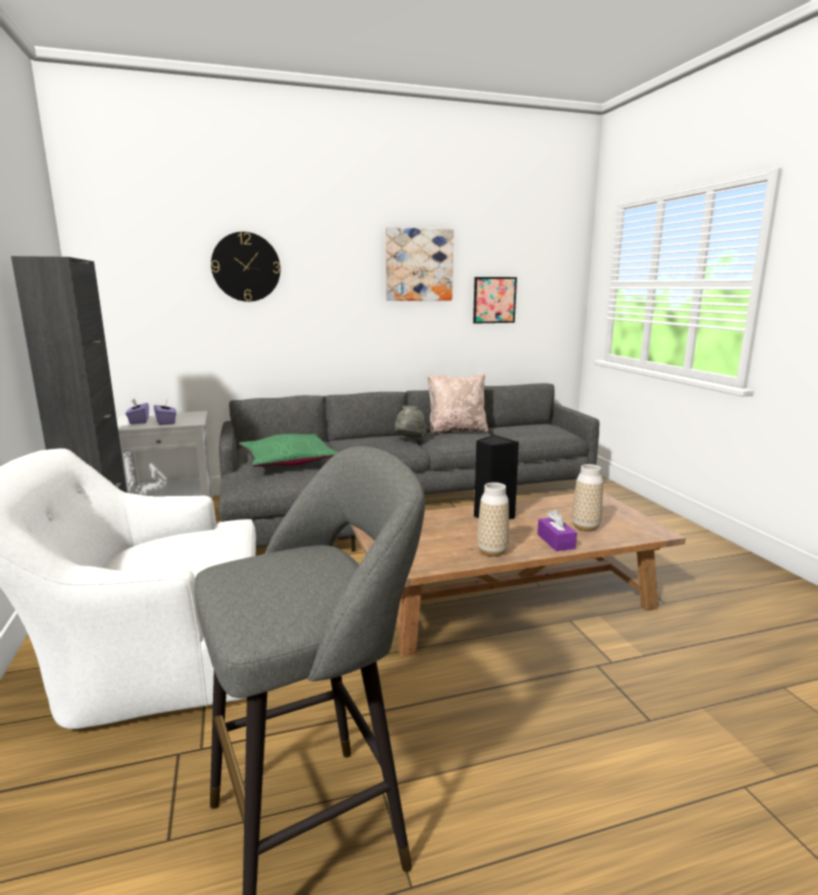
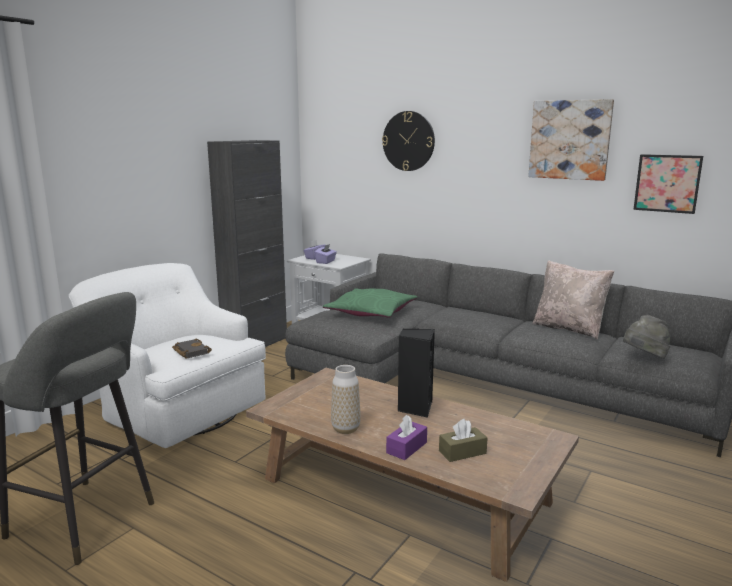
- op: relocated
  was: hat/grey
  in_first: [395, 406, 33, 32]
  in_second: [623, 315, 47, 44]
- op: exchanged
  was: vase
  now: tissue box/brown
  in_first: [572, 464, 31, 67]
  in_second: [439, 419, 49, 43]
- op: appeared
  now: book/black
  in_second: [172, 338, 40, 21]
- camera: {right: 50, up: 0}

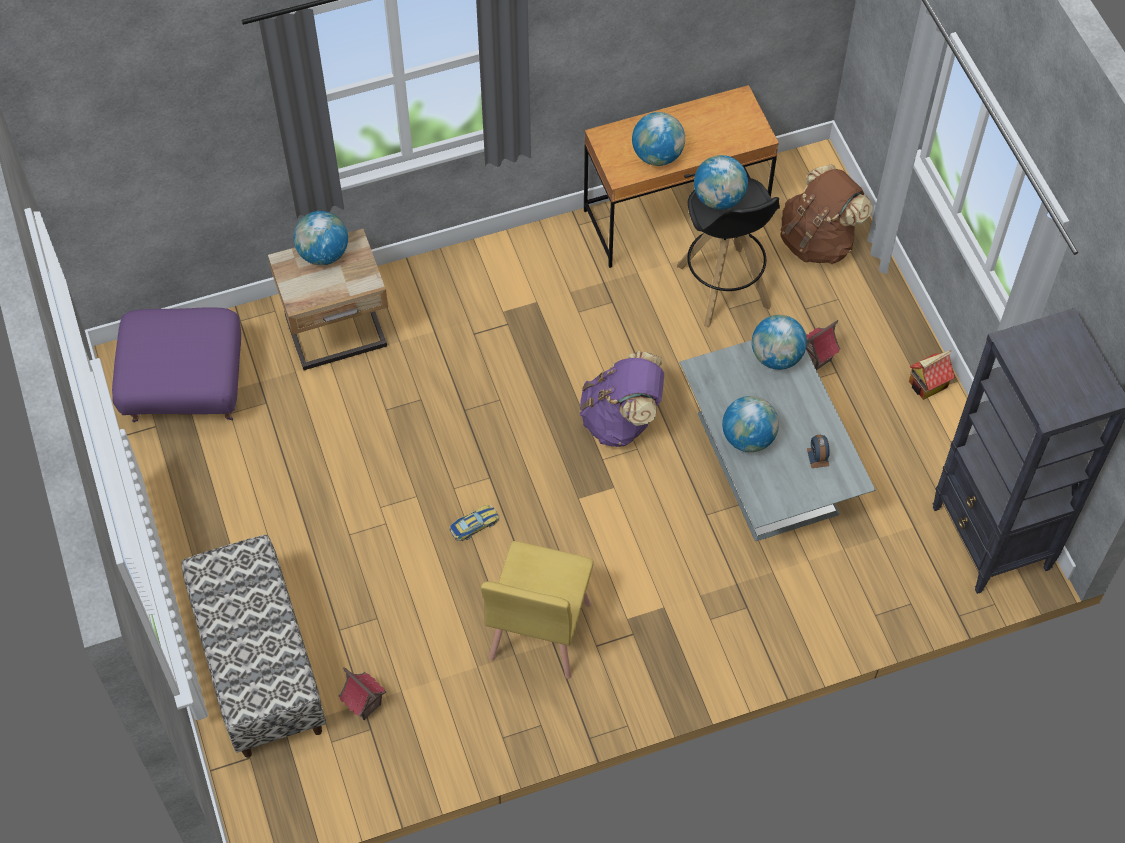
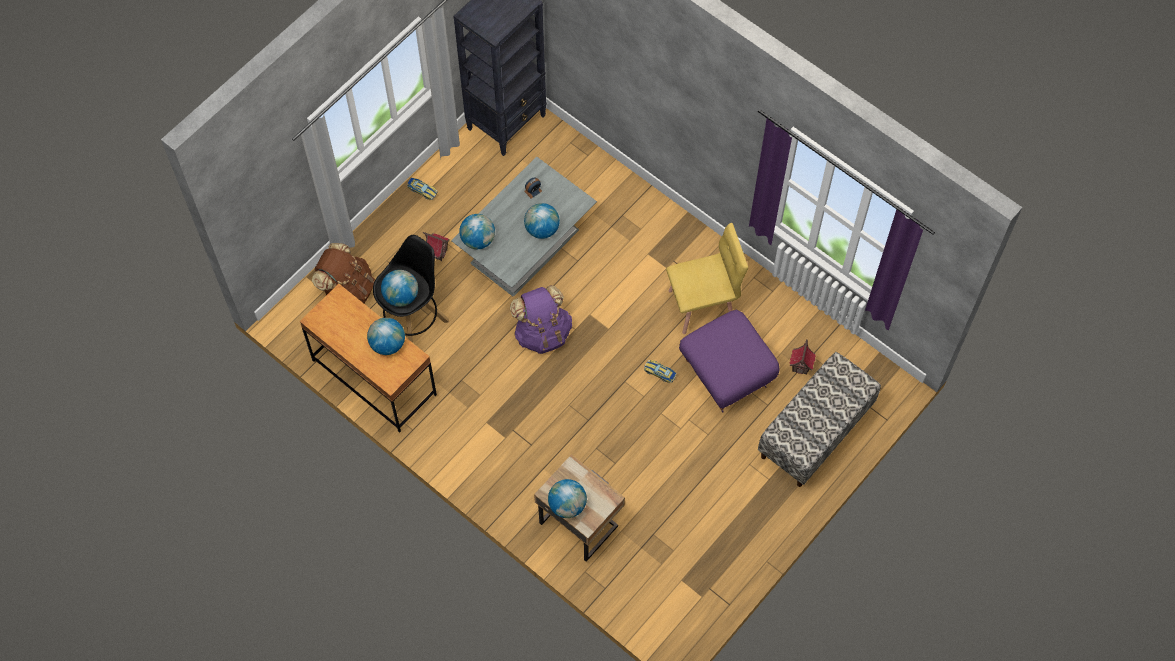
- op: relocated
  was: ottoman/purple
  in_first: [112, 307, 129, 115]
  in_second: [679, 310, 100, 102]
- op: exchanged
  was: toy house
  now: toy car
  in_first: [909, 351, 46, 49]
  in_second: [407, 178, 30, 22]
- camera: {right: -120, up: 5}

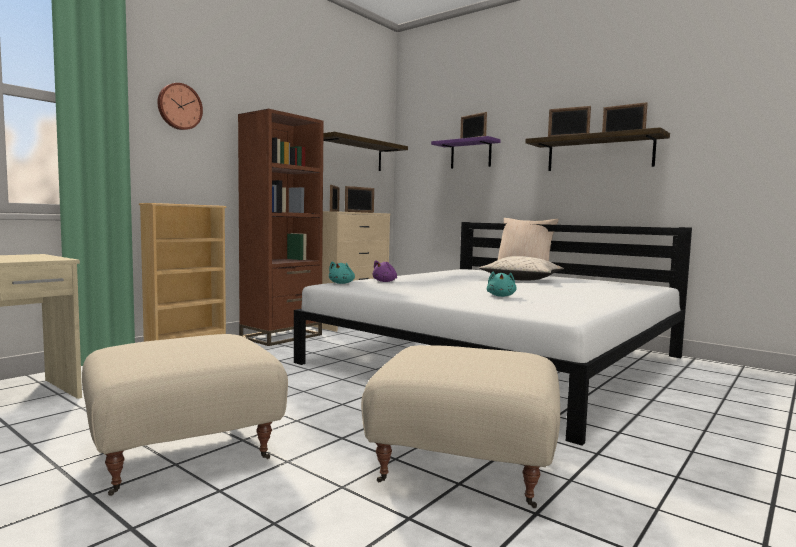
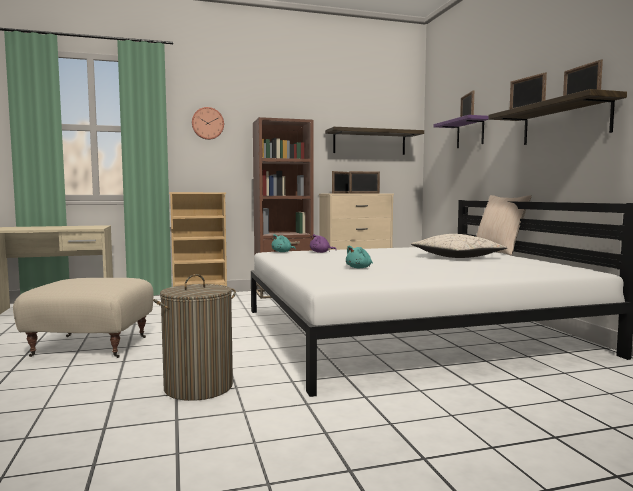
- op: exchanged
  was: ottoman/beige
  now: laundry basket
  in_first: [361, 345, 199, 163]
  in_second: [153, 274, 83, 127]
- camera: {right: 35, up: 0}

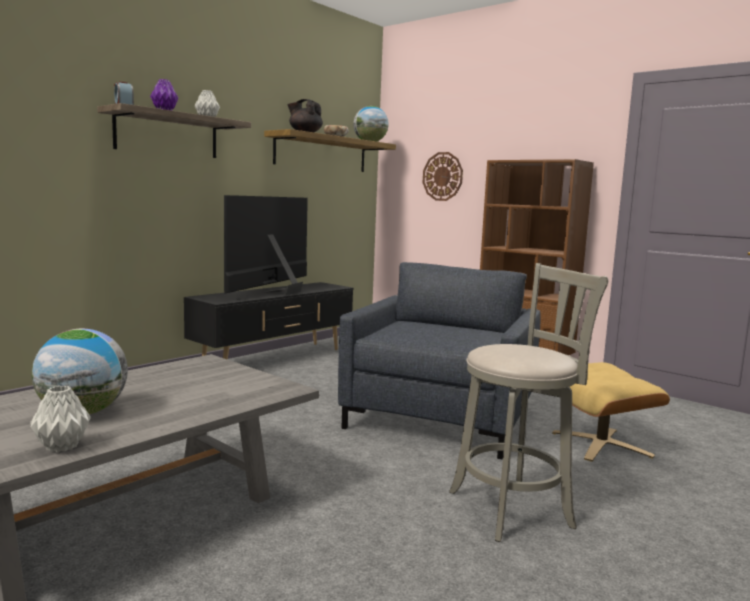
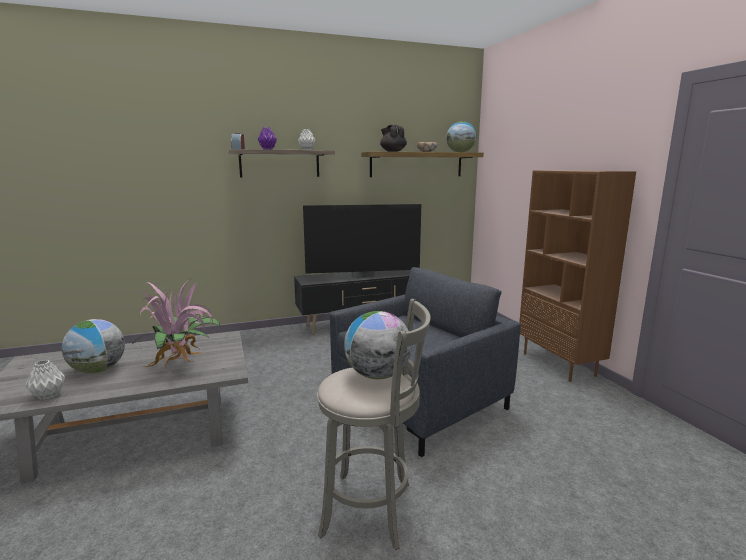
- op: missing
  was: wall clock
  in_first: [423, 152, 40, 49]
- op: spun
  was: television
  in_first: [224, 195, 84, 100]
  in_second: [303, 204, 118, 73]
  clockwise: -150
- op: missing
  was: ottoman/beige
  in_first: [552, 362, 118, 99]
- op: appeared
  now: potted plant
  in_second: [132, 279, 88, 90]
- op: appeared
  now: globe
  in_second: [344, 311, 68, 68]
- camera: {right: 30, up: 5}

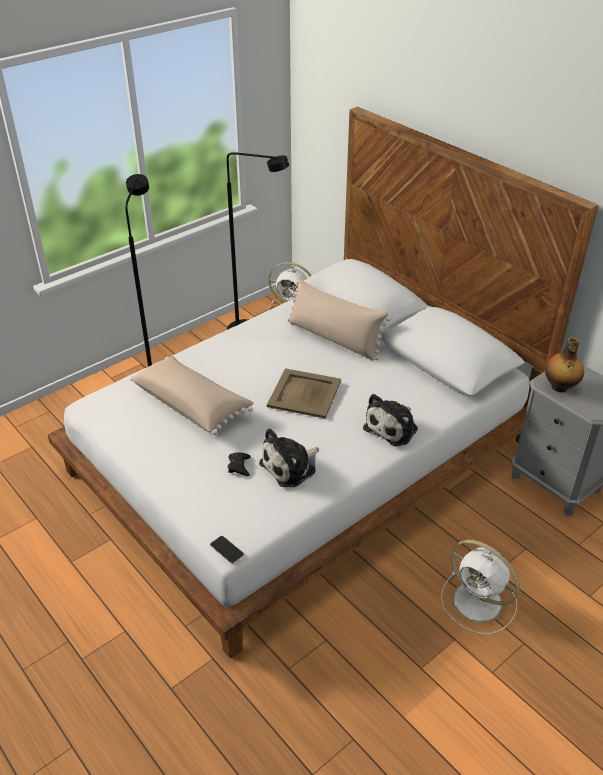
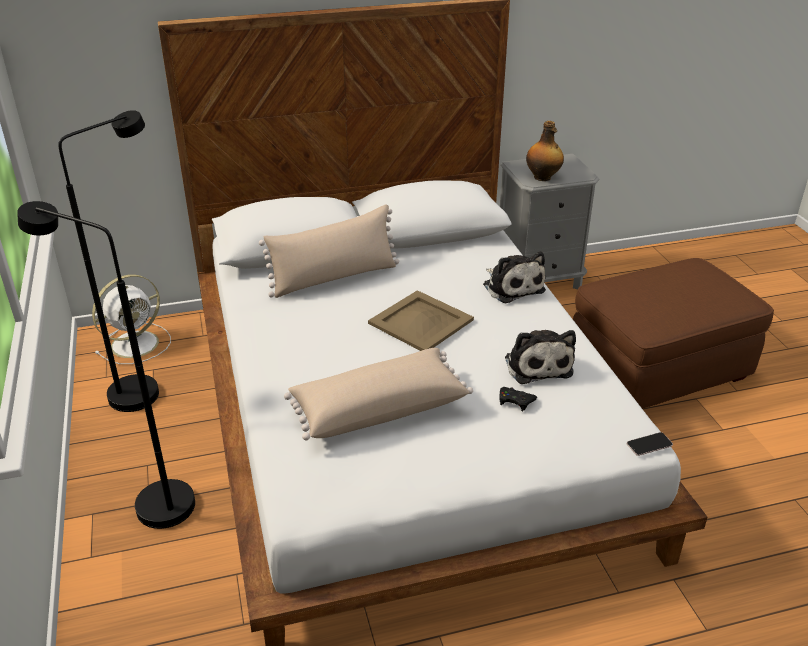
- op: exchanged
  was: fan/white
  now: ottoman/brown
  in_first: [441, 540, 79, 94]
  in_second: [573, 258, 201, 151]
- camera: {right: -65, up: -5}

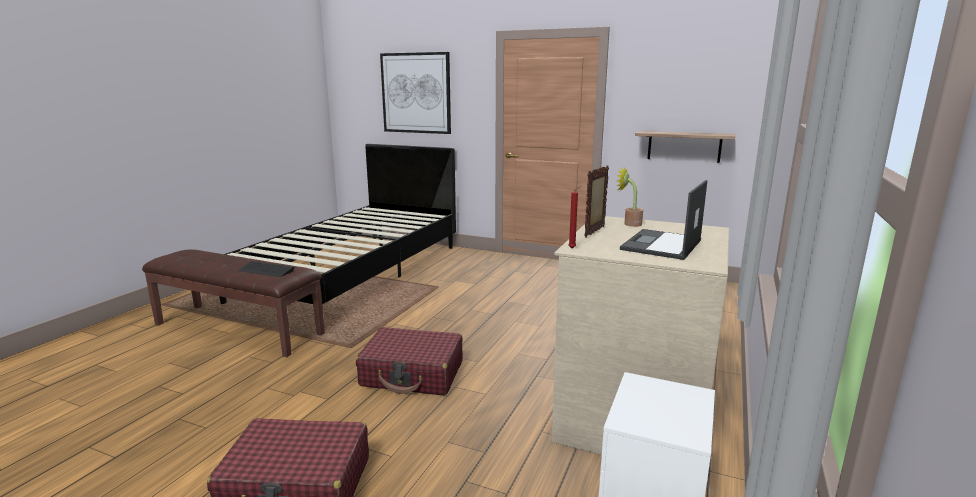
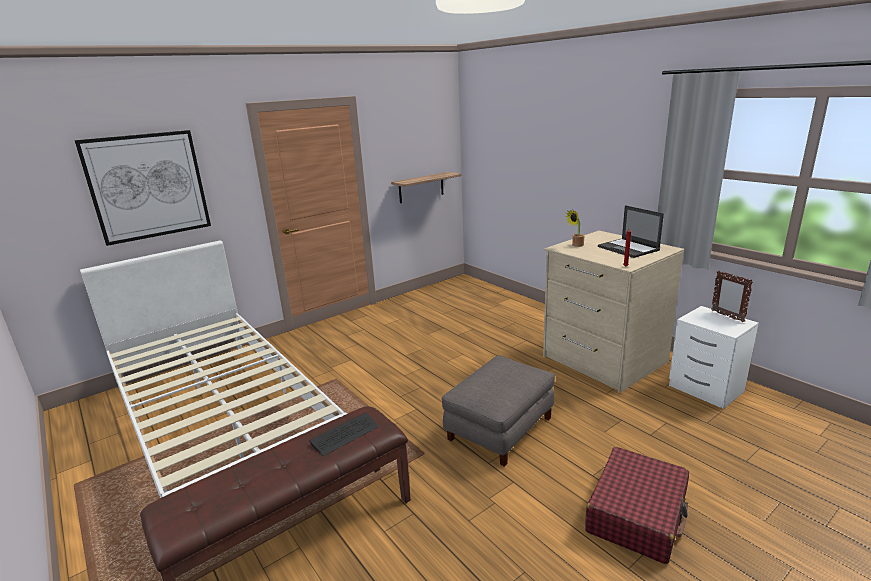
- op: colour
  was: bed/black
  now: bed/white
  in_first: [219, 144, 237, 160]
  in_second: [80, 240, 267, 258]
- op: relocated
  was: picture frame
  in_first: [584, 165, 25, 73]
  in_second: [712, 271, 41, 51]
- op: exchanged
  was: suitcase/red
  now: ottoman/grey
  in_first: [356, 327, 107, 68]
  in_second: [442, 355, 113, 112]
- camera: {right: -60, up: 5}

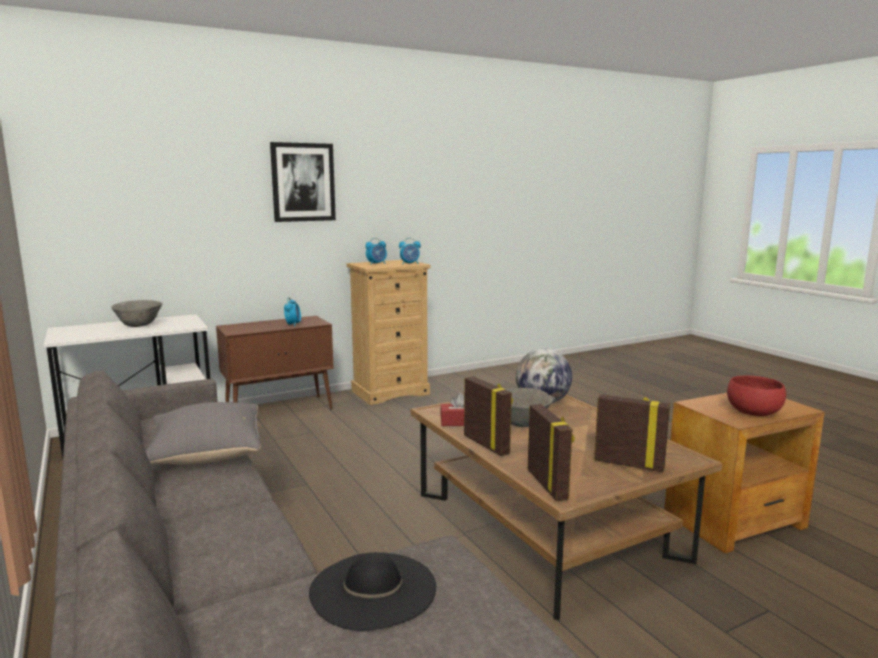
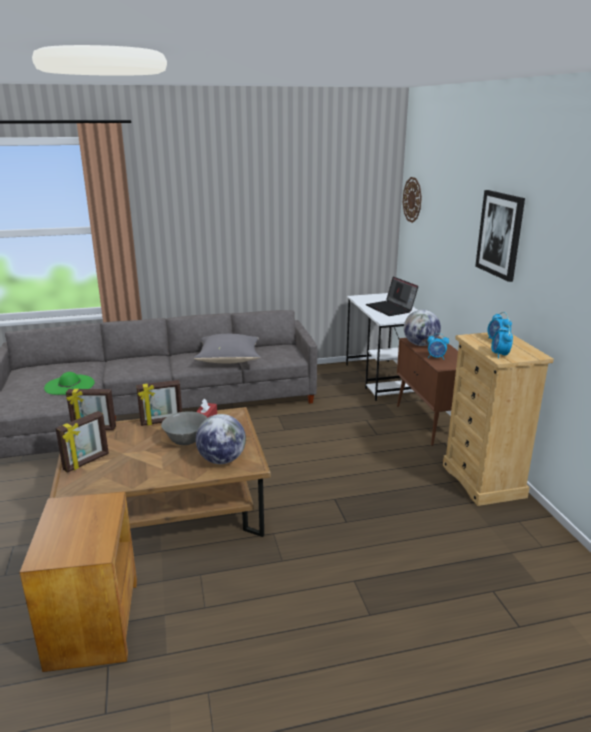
- op: exchanged
  was: bowl/grey
  now: laptop
  in_first: [111, 300, 52, 27]
  in_second: [366, 277, 52, 39]
- op: missing
  was: bowl/red
  in_first: [727, 376, 59, 40]
- op: colour
  was: hat/black
  now: hat/green
  in_first: [309, 552, 127, 79]
  in_second: [44, 372, 51, 23]
- op: appeared
  now: wall clock
  in_second: [403, 177, 19, 46]
- op: appeared
  now: globe
  in_second: [404, 310, 37, 36]
- camera: {right: 105, up: 10}

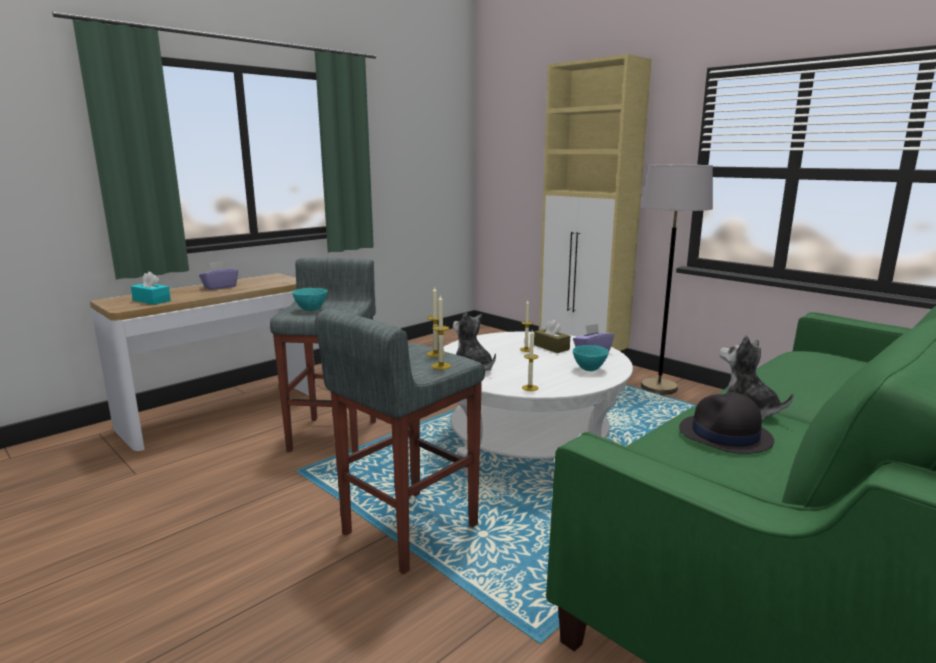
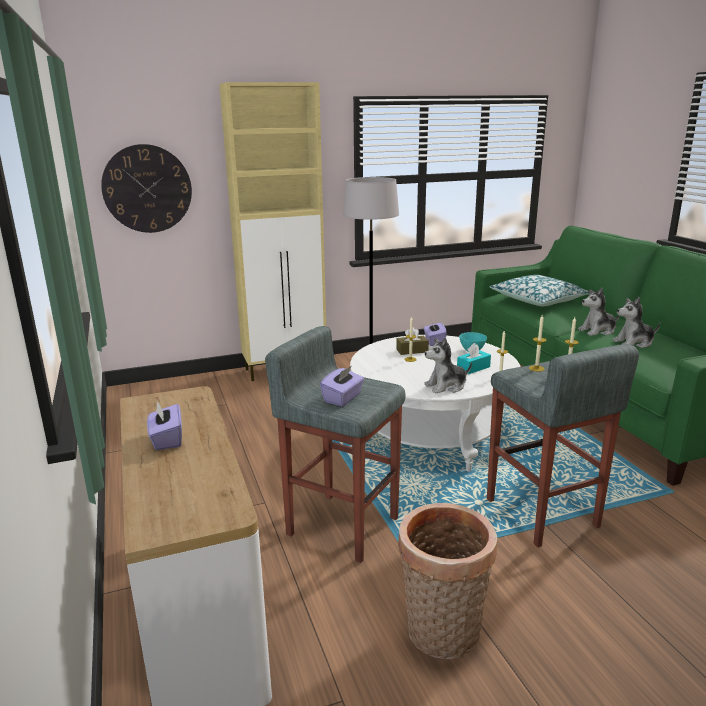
- op: relocated
  was: tissue box/turquoise
  in_first: [131, 272, 40, 33]
  in_second: [457, 343, 34, 31]
- op: exchanged
  was: bowl/turquoise
  now: tissue box/purple
  in_first: [292, 288, 36, 23]
  in_second: [320, 366, 44, 40]
- op: exchanged
  was: hat/black
  now: plush toy
  in_first: [679, 392, 95, 62]
  in_second: [613, 297, 47, 51]
- op: appeared
  now: wall clock
  in_second: [101, 144, 91, 89]
- op: appeared
  now: pillow
  in_second: [489, 275, 100, 31]
- op: appeared
  now: basket
  in_second: [398, 503, 99, 156]
- camera: {right: -65, up: 5}

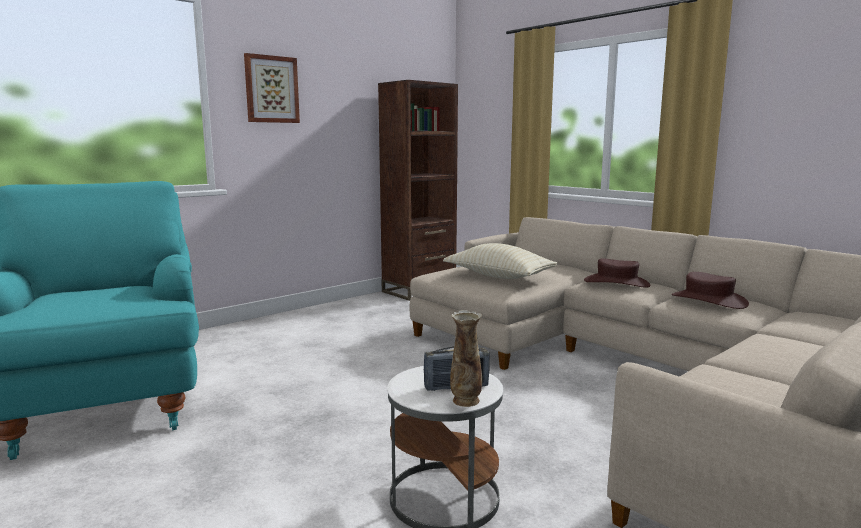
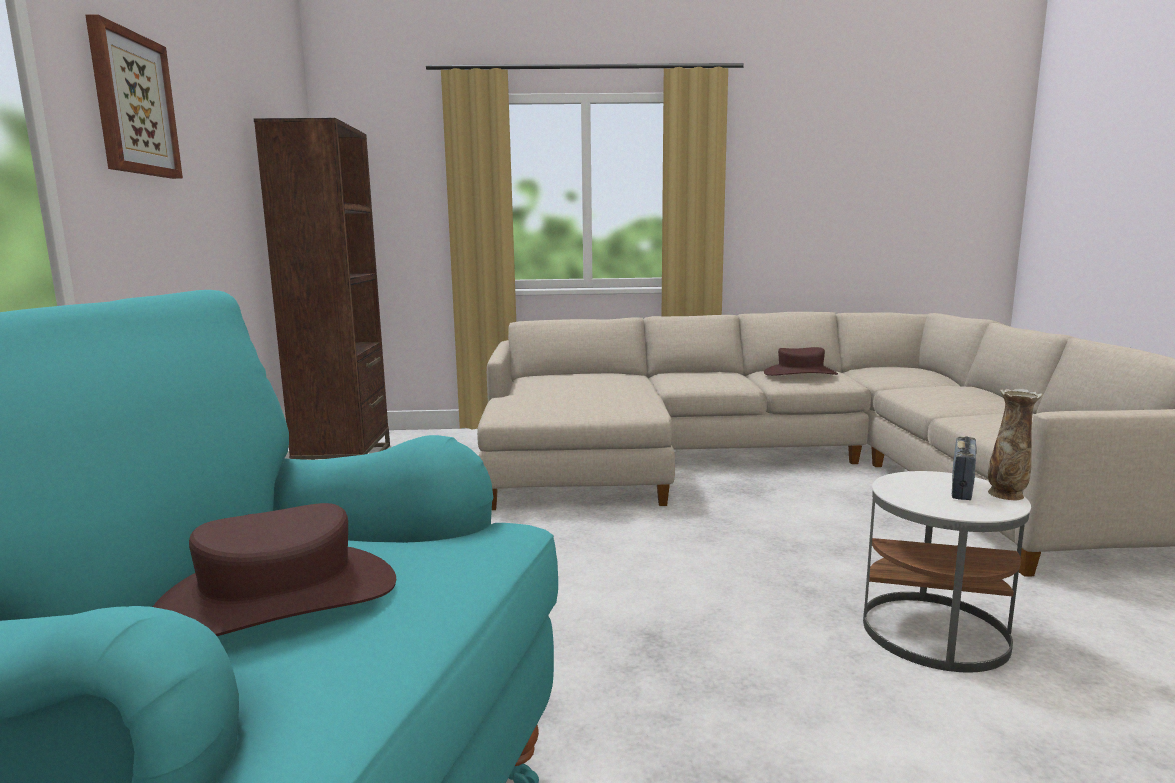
- op: missing
  was: pillow/beige
  in_first: [443, 243, 115, 36]
- op: relocated
  was: hat/brown
  in_first: [584, 258, 66, 30]
  in_second: [153, 503, 243, 133]
- camera: {right: -50, up: 0}

